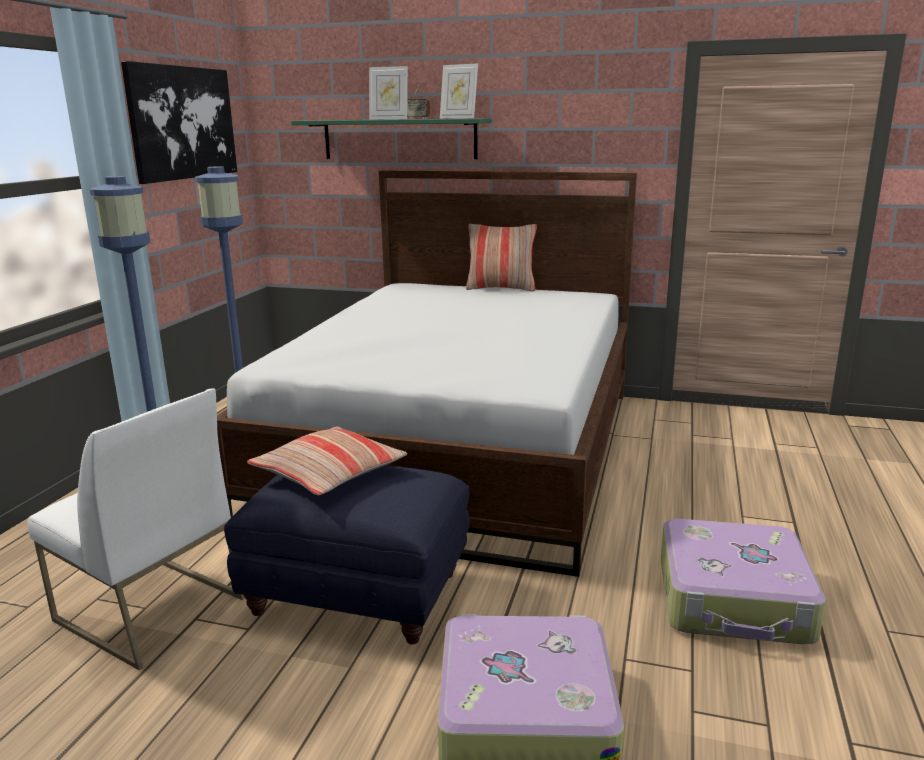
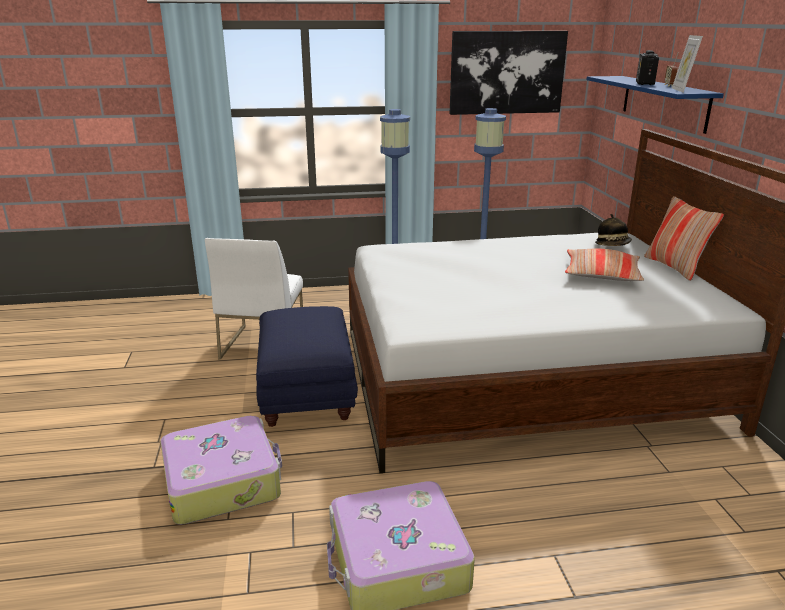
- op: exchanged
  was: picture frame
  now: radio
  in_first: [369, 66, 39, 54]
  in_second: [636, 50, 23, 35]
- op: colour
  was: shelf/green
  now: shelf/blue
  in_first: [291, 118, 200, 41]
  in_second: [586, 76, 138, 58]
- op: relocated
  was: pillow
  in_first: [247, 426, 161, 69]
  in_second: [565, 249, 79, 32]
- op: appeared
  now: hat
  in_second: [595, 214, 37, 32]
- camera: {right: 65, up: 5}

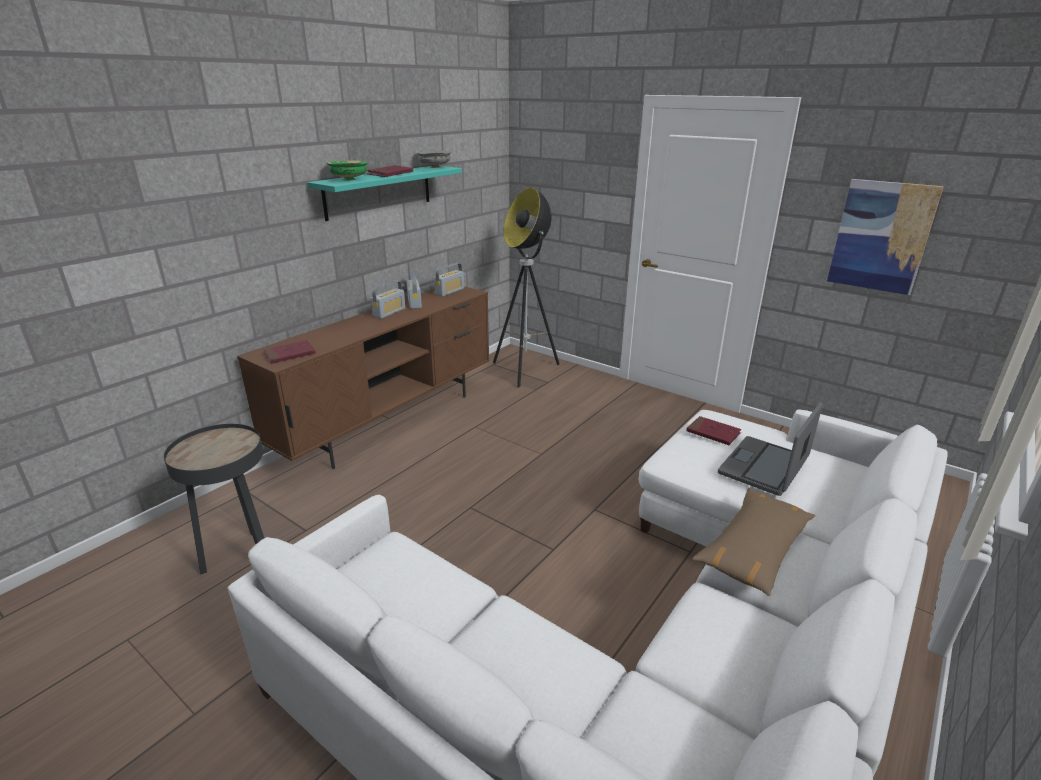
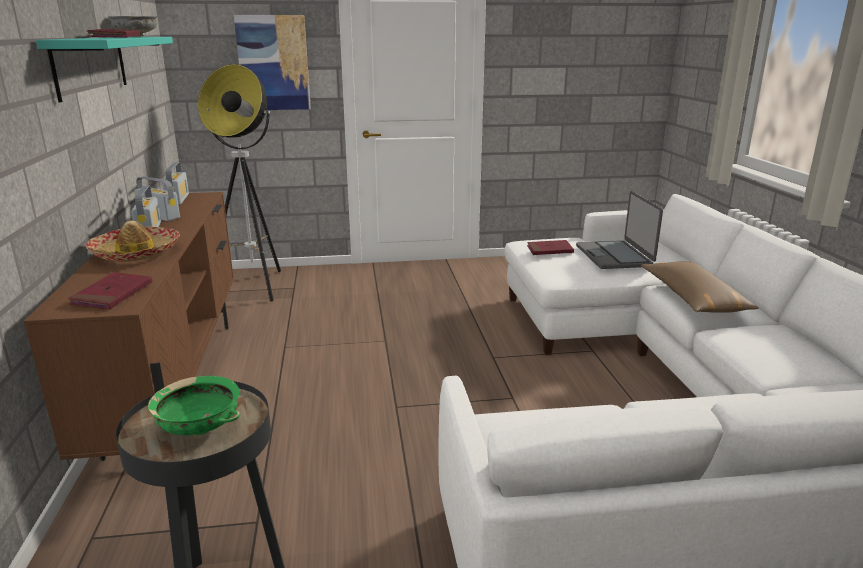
- op: relocated
  was: bowl/green
  in_first: [327, 160, 41, 20]
  in_second: [148, 376, 92, 60]
- op: relocated
  was: picture
  in_first: [827, 179, 117, 116]
  in_second: [234, 15, 77, 95]
- op: appeared
  now: hat
  in_second: [86, 221, 94, 41]
- camera: {right: -45, up: -5}

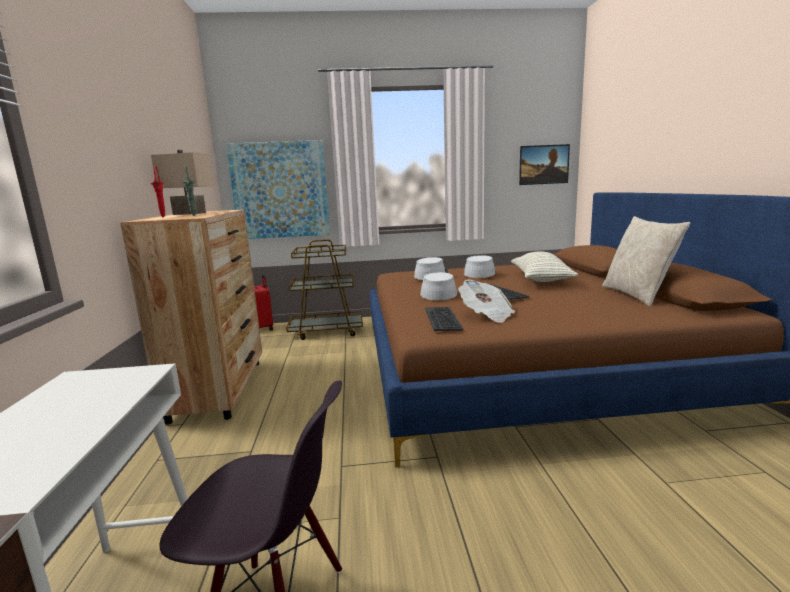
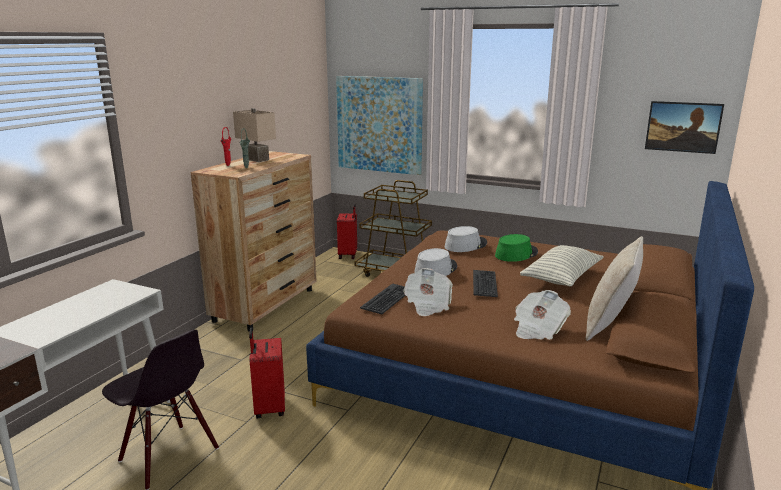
- op: colour
  was: hat/grey
  now: hat/green
  in_first: [464, 255, 32, 23]
  in_second: [495, 234, 43, 28]
- op: appeared
  now: newspaper
  in_second: [514, 290, 57, 50]
- op: appeared
  now: suitcase/red
  in_second: [249, 327, 36, 91]
- camera: {right: 30, up: 5}

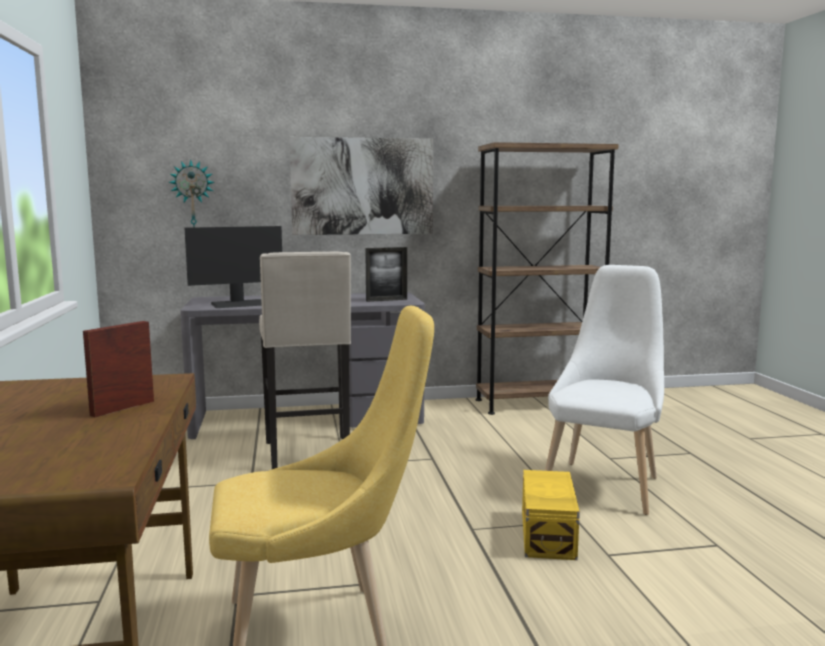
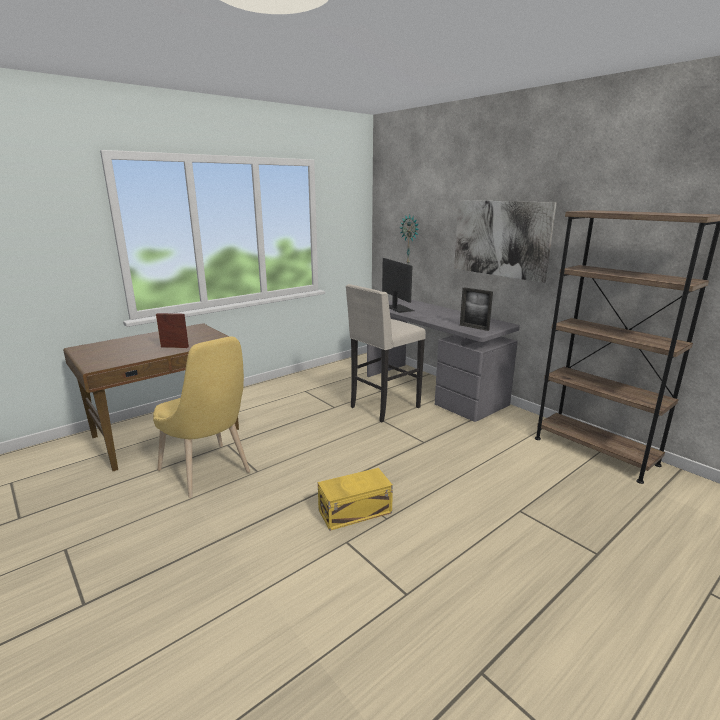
- op: spun
  was: monitor
  in_first: [185, 226, 97, 82]
  in_second: [382, 258, 32, 55]
  clockwise: -150
- op: missing
  was: chair/white
  in_first: [545, 265, 119, 250]
- camera: {right: 60, up: 10}

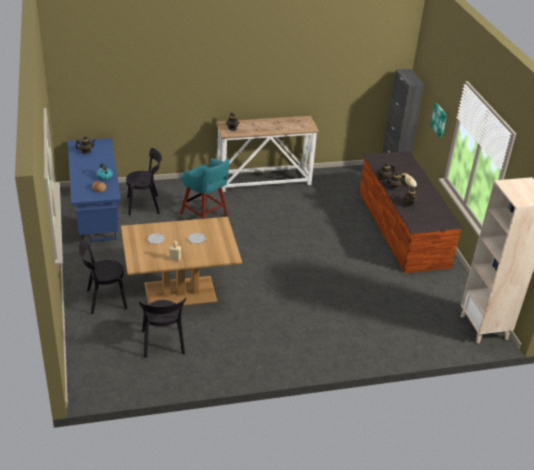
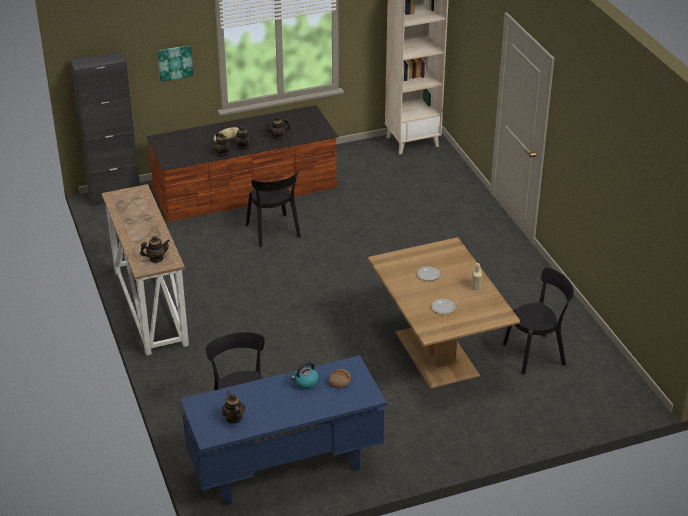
- op: missing
  was: stool/turquoise
  in_first: [180, 158, 49, 61]
- op: relocated
  was: chair/black
  in_first: [79, 237, 49, 78]
  in_second: [246, 170, 55, 77]
- camera: {right: -95, up: 0}

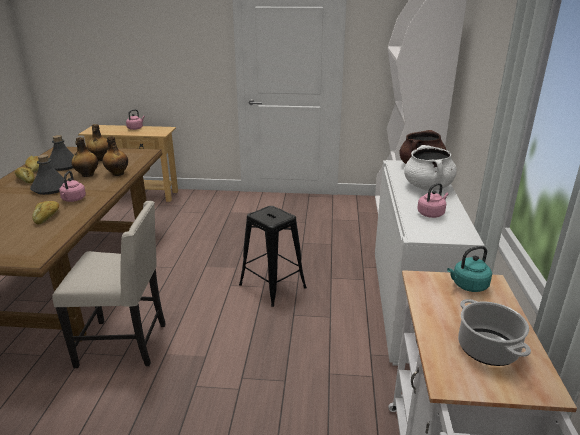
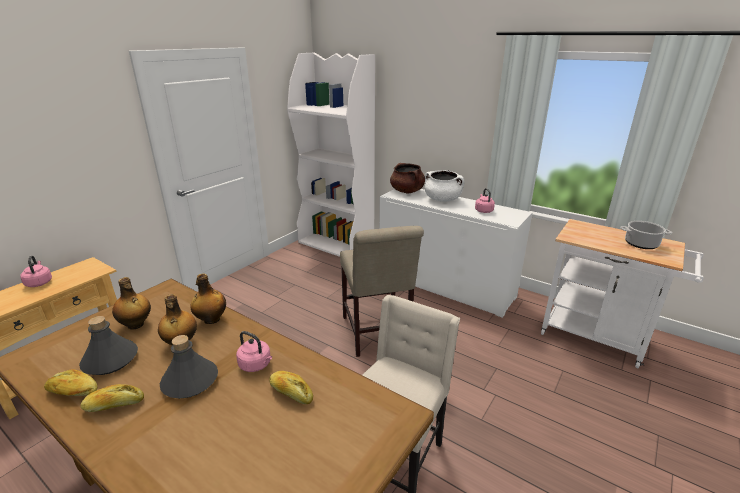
- op: exchanged
  was: stool/black
  now: chair/beige
  in_first: [239, 206, 68, 101]
  in_second: [340, 226, 84, 131]
- op: missing
  was: kettle/turquoise
  in_first: [447, 246, 45, 46]
- camera: {right: -60, up: 0}

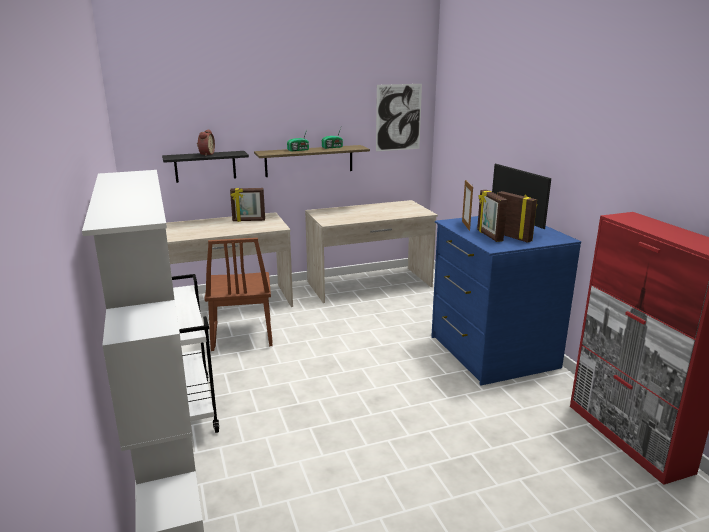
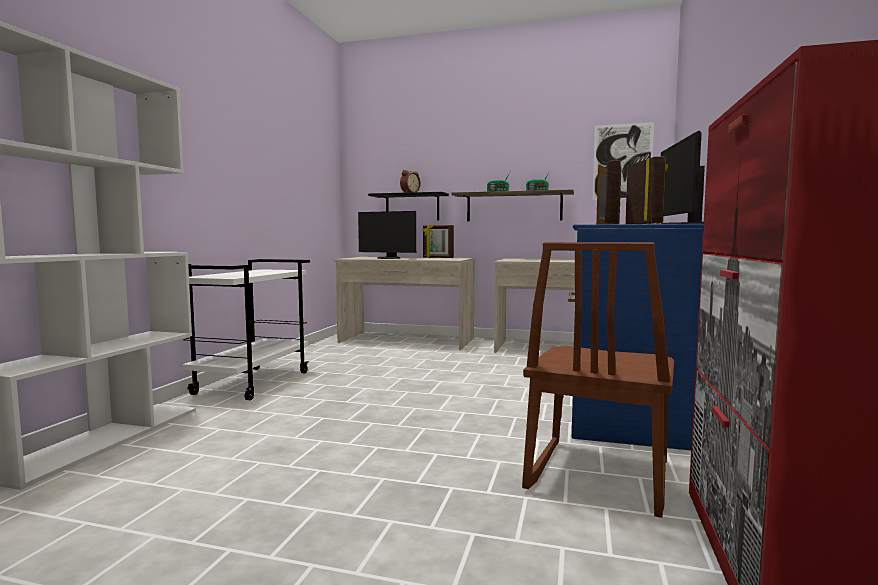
- op: relocated
  was: chair/brown
  in_first: [204, 238, 69, 113]
  in_second: [522, 242, 152, 276]
- op: appeared
  now: monitor
  in_second: [358, 211, 58, 48]
- camera: {right: 35, up: -15}

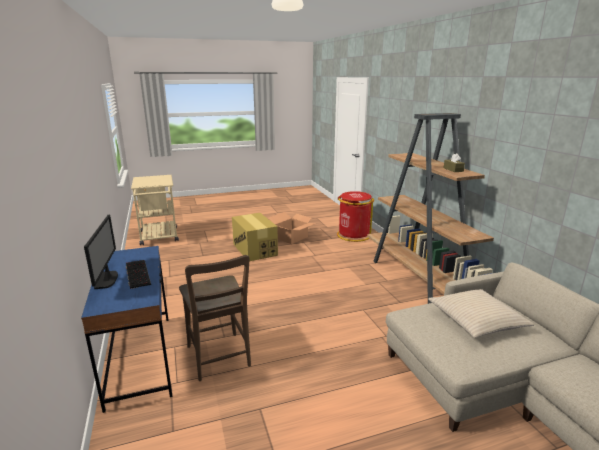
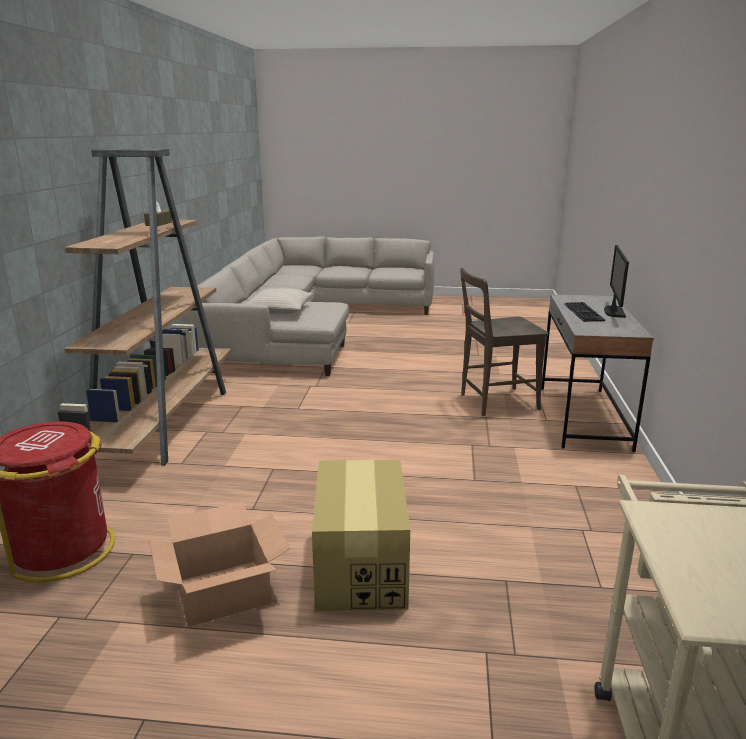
- op: colour
  was: desk/blue
  now: desk/grey
  in_first: [81, 246, 91, 167]
  in_second: [541, 294, 113, 158]
- op: spun
  was: chair/brown
  in_first: [179, 255, 72, 126]
  in_second: [460, 268, 88, 148]
  clockwise: -105
- camera: {right: -155, up: 0}

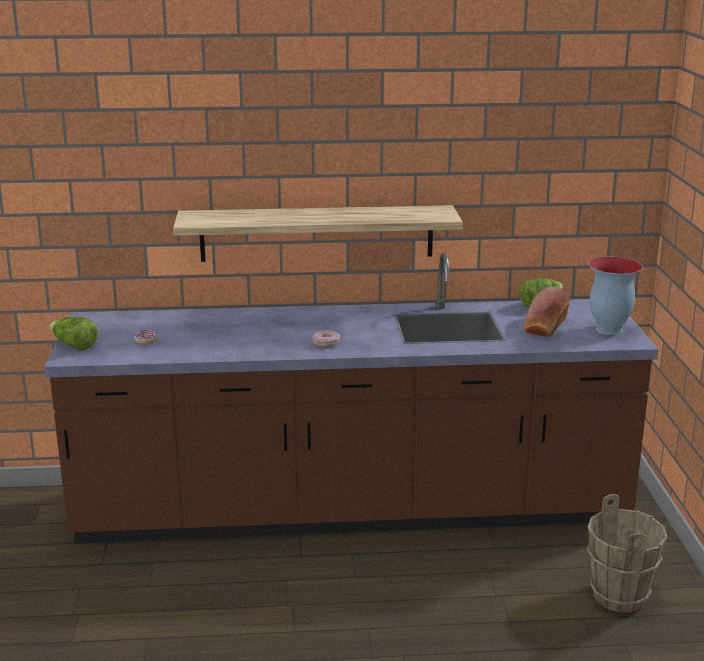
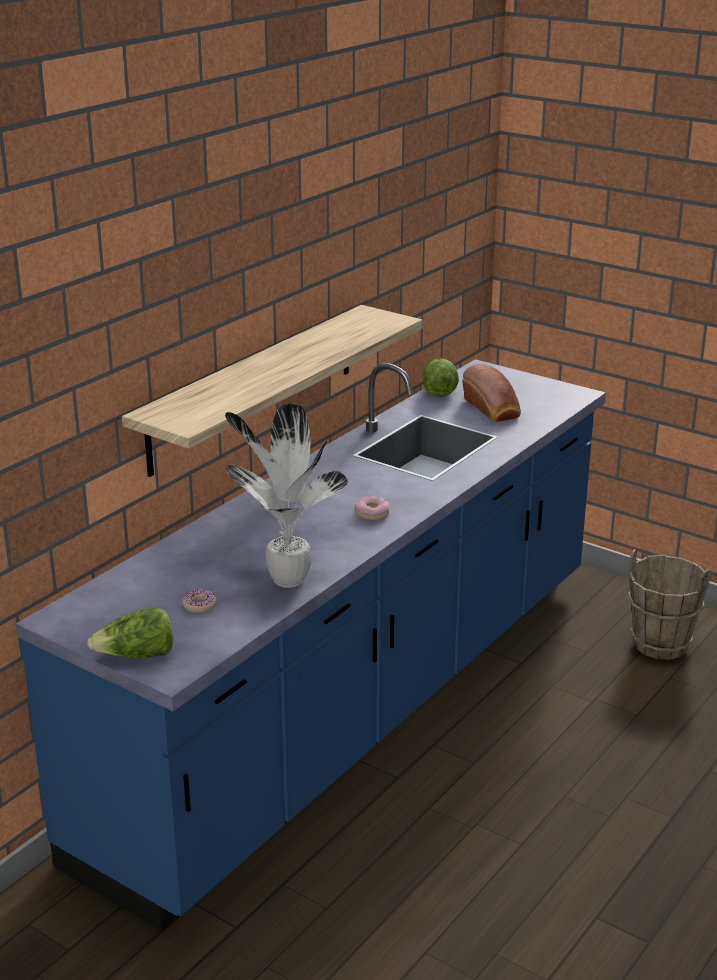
- op: colour
  was: counter/brown
  now: counter/blue
  in_first: [44, 253, 614, 290]
  in_second: [16, 359, 590, 572]
- op: missing
  was: vase
  in_first: [588, 257, 55, 78]
- op: appeared
  now: potted plant
  in_second: [225, 403, 123, 185]
- camera: {right: -50, up: 5}

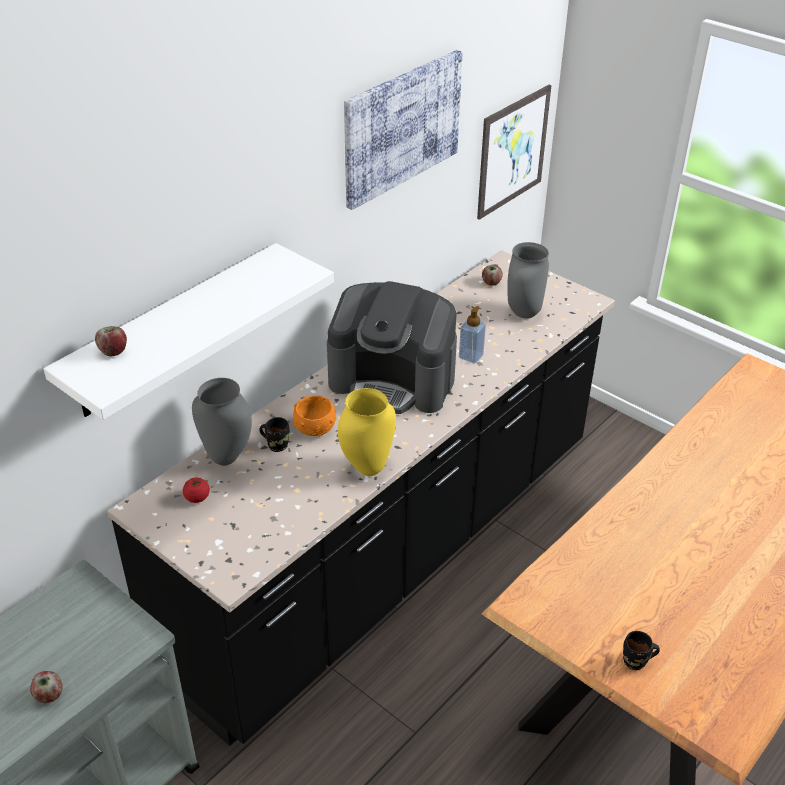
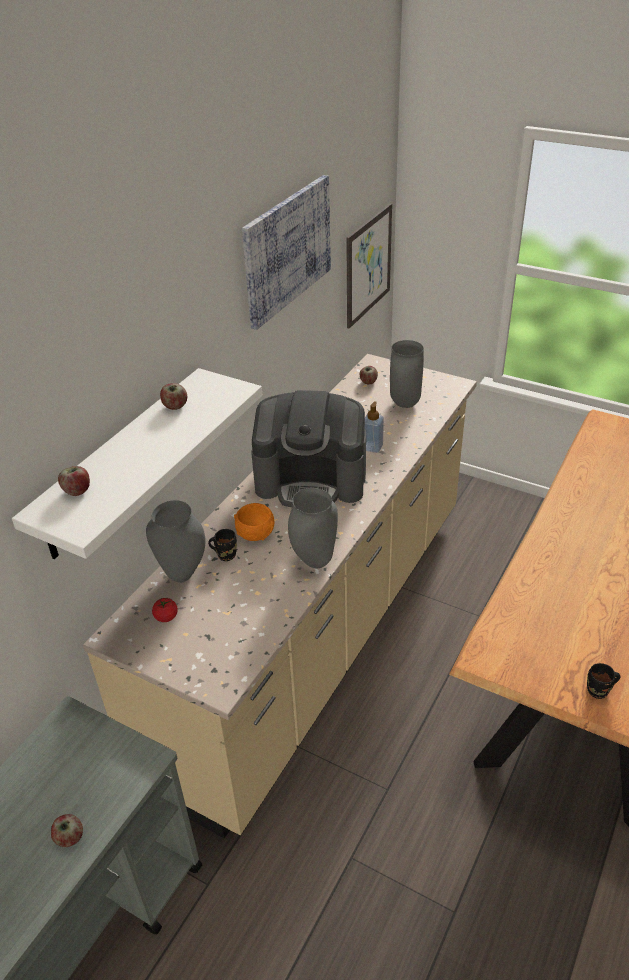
- op: colour
  was: counter/black
  now: counter/beige
  in_first: [107, 250, 508, 496]
  in_second: [83, 354, 394, 485]
- op: colour
  was: vase/yellow
  now: vase/grey
  in_first: [338, 388, 58, 88]
  in_second: [288, 488, 50, 80]
- op: appeared
  now: apple
  in_second: [160, 383, 27, 27]
- camera: {right: -10, up: 0}

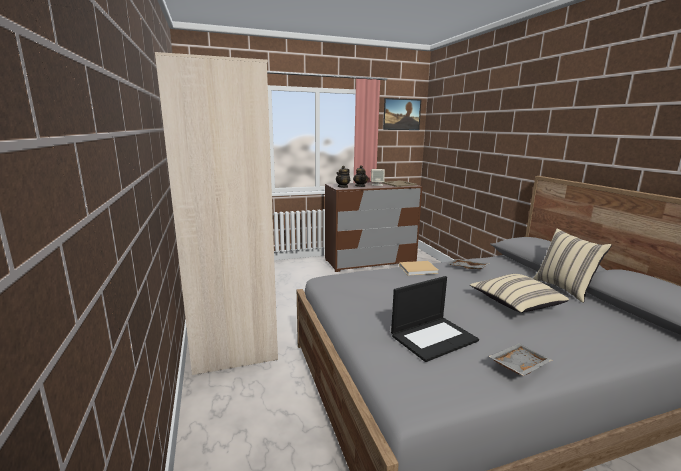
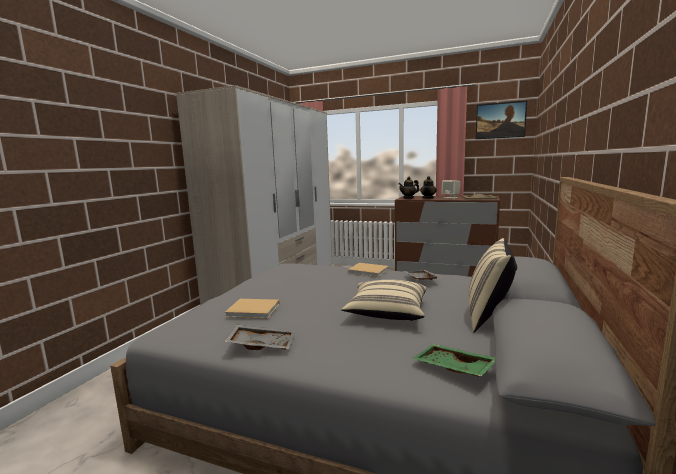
- op: exchanged
  was: laptop
  now: book/beige
  in_first: [391, 276, 88, 86]
  in_second: [225, 299, 55, 20]
- op: appeared
  now: tray/green
  in_second: [413, 344, 82, 33]
- camera: {right: 40, up: -5}

